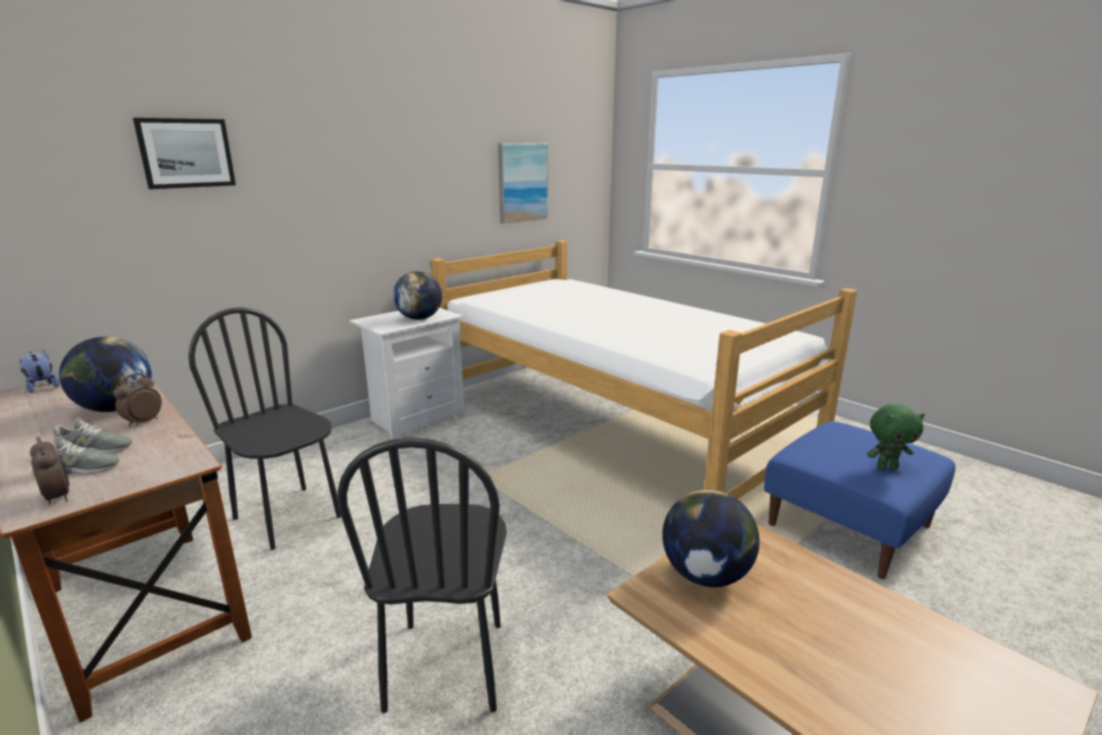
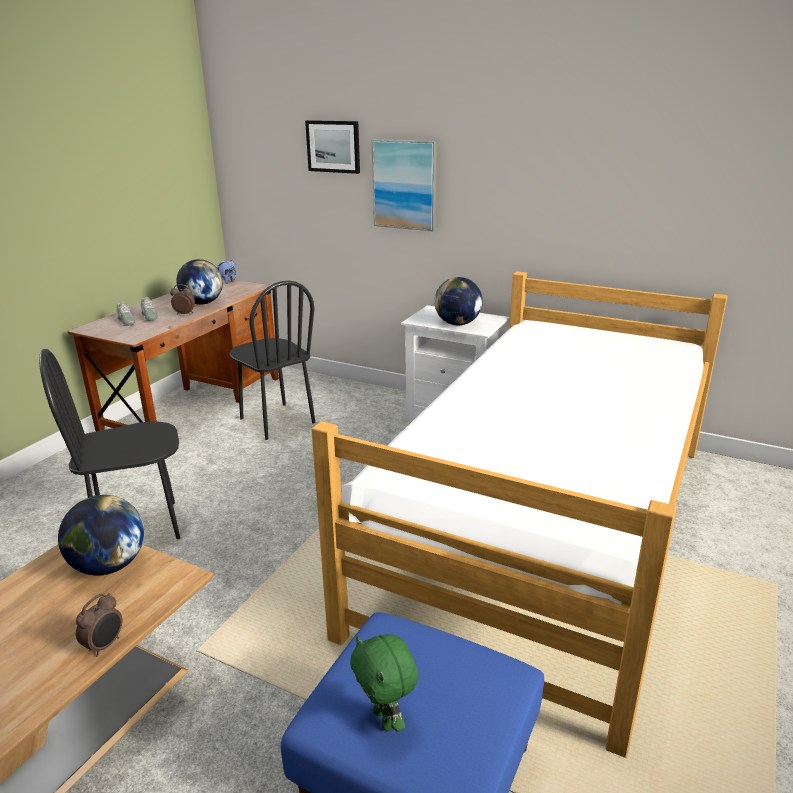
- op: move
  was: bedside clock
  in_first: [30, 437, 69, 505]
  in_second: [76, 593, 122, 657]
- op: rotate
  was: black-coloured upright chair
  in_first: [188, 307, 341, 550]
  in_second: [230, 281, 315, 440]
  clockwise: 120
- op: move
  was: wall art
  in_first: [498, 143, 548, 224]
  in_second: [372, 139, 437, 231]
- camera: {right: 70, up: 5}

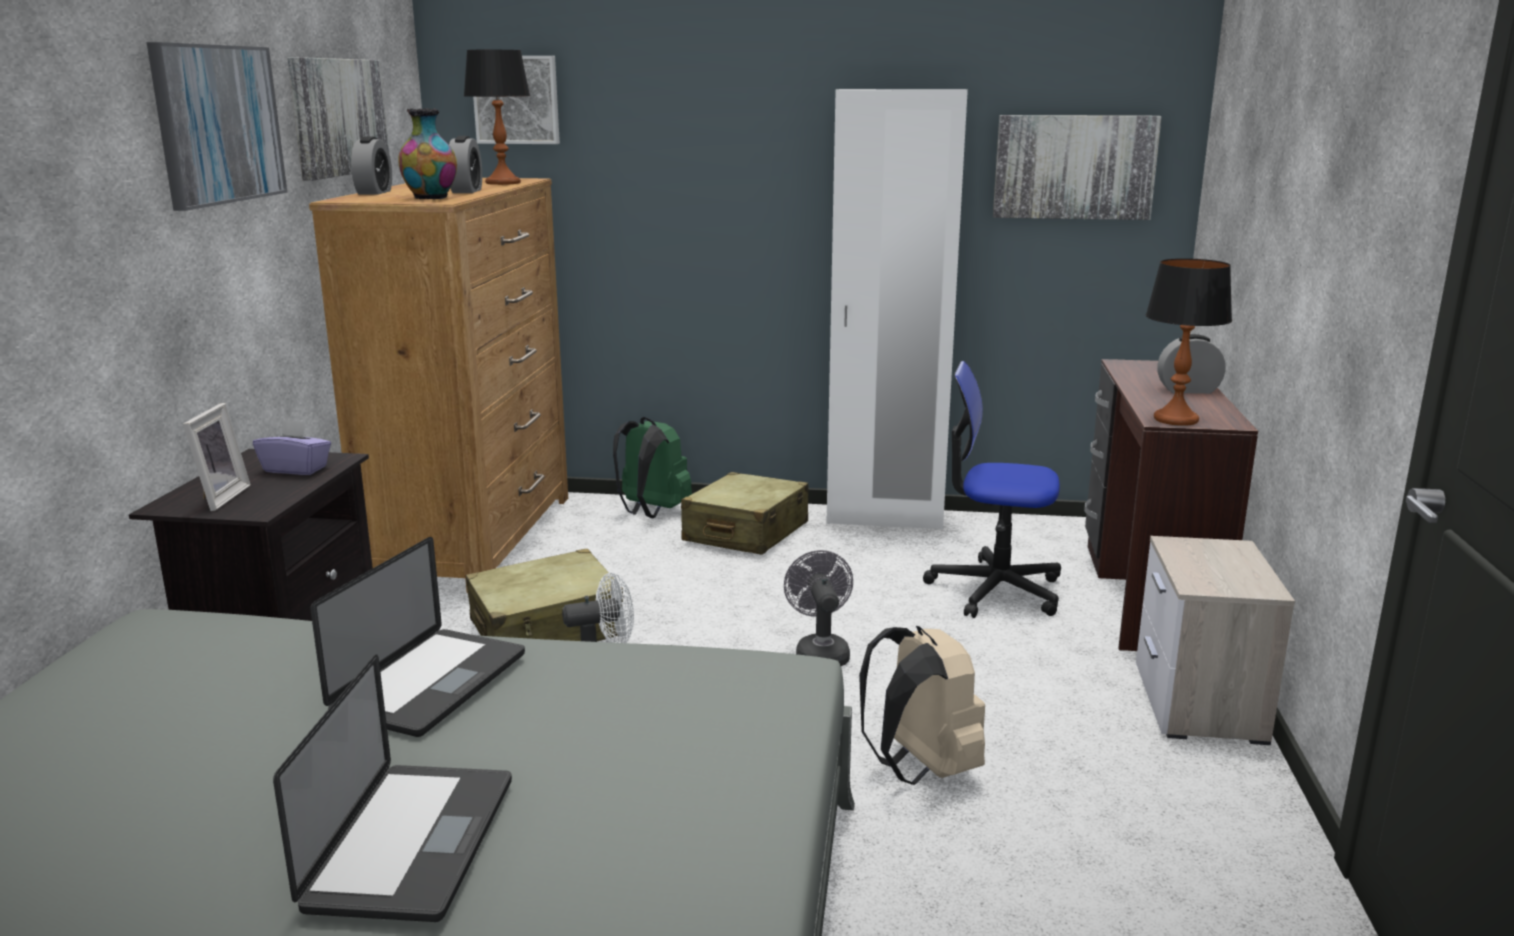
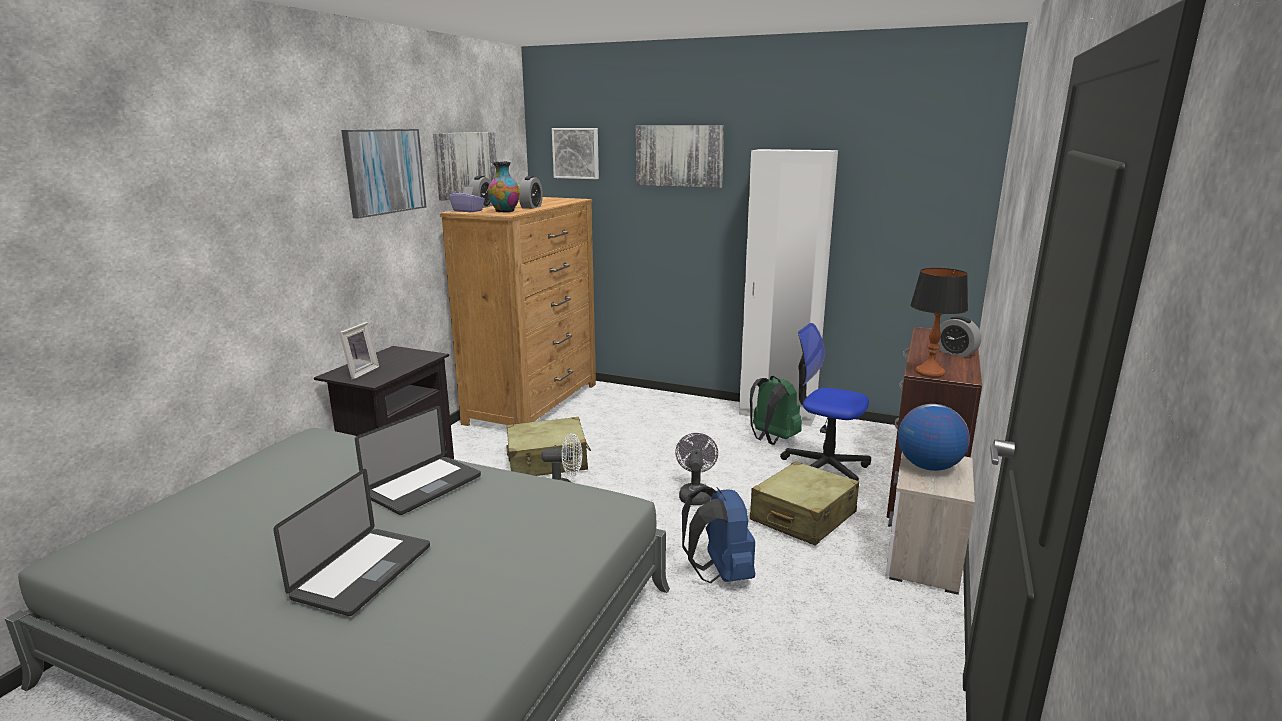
- op: move
  was: purplish tissue box
  in_first: [253, 419, 331, 475]
  in_second: [449, 186, 485, 212]
- op: move
  was: wall art
  in_first: [993, 115, 1162, 220]
  in_second: [636, 126, 724, 188]
- op: recolor
  was: beige-coloured knapsack
  now: blue-coloured knapsack
  in_first: [859, 626, 985, 785]
  in_second: [682, 486, 755, 583]
- op: move
  was: green-coloured knapsack
  in_first: [613, 417, 692, 518]
  in_second: [750, 376, 802, 445]
- op: move
  was: beige-coloured piece of luggage
  in_first: [681, 472, 808, 555]
  in_second: [750, 461, 859, 546]
- op: insert
  now: globe
  in_second: [898, 404, 970, 471]
- op: rotate
  was: bedside clock
  in_first: [1157, 334, 1226, 394]
  in_second: [938, 316, 981, 357]
  clockwise: -150
- op: delete
  was: tabletop lamp
  in_first: [464, 50, 530, 185]
- camera: {right: 15, up: 0}

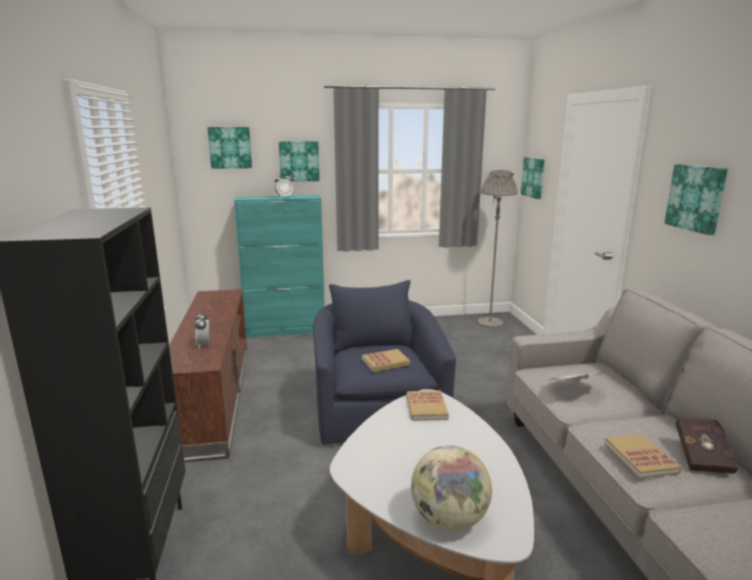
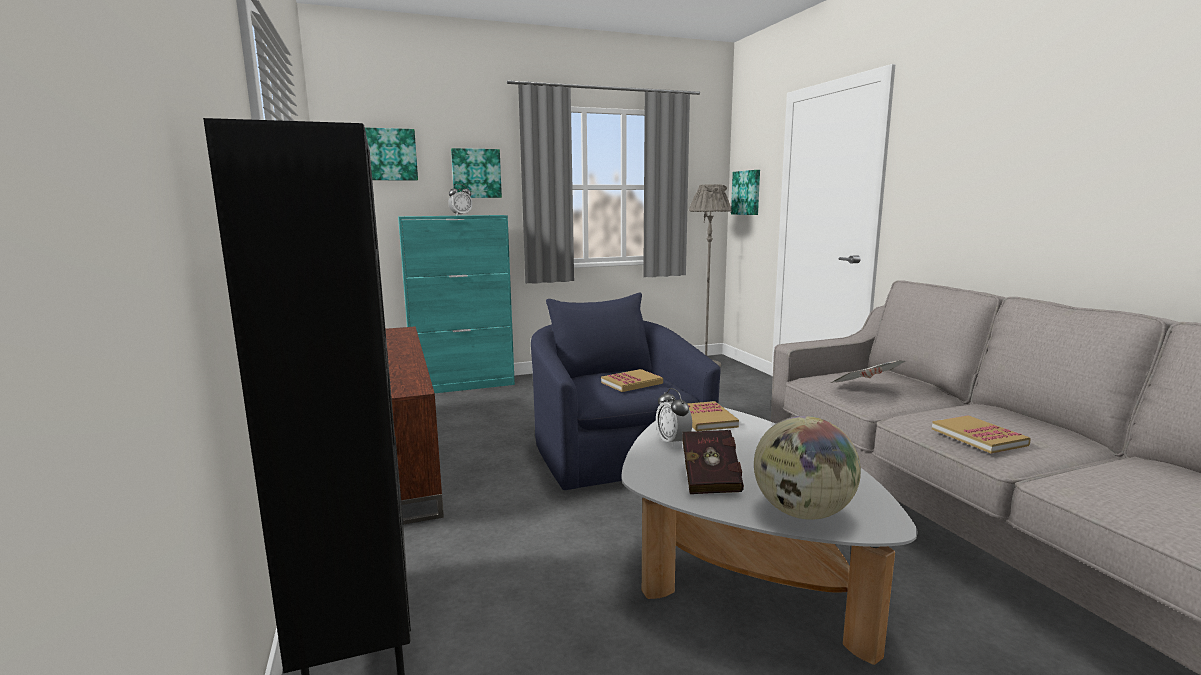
- op: move
  was: bedside clock
  in_first: [194, 311, 210, 348]
  in_second: [656, 388, 692, 448]
- op: move
  was: red-coloured volume
  in_first: [675, 417, 737, 474]
  in_second: [682, 430, 744, 494]
- op: delete
  was: wall art
  in_first: [664, 164, 728, 235]
- camera: {right: -10, up: -5}

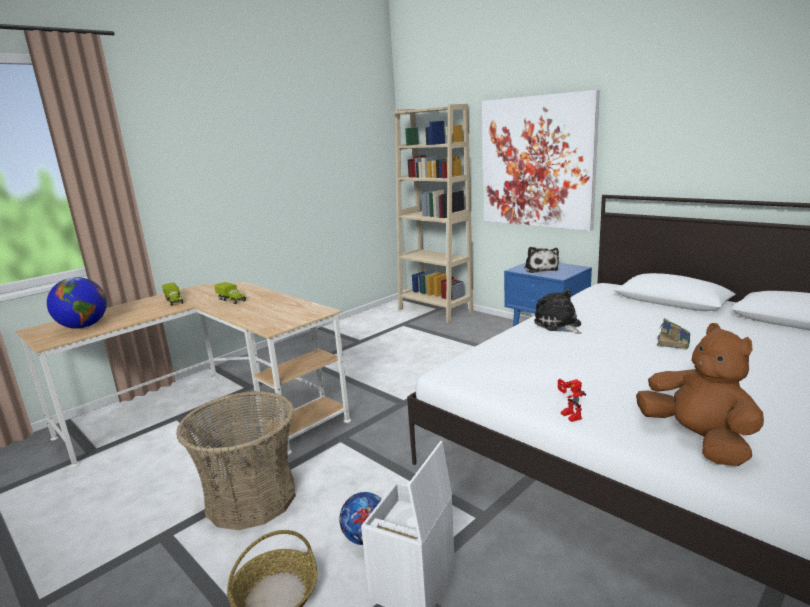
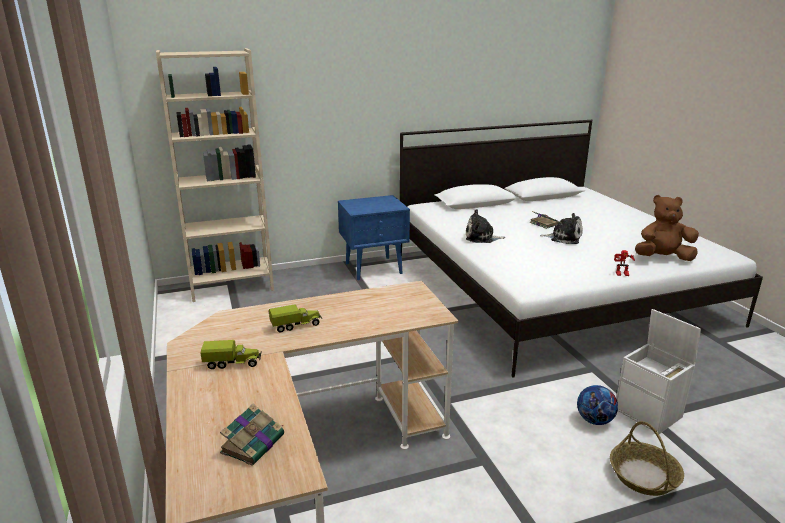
- op: replace
  was: globe
  now: volume
  in_first: [47, 277, 107, 329]
  in_second: [220, 404, 284, 466]
- op: move
  was: cuddly toy
  in_first: [524, 247, 559, 273]
  in_second: [540, 213, 582, 244]
- op: delete
  was: household basket
  in_first: [176, 391, 296, 530]
- op: delete
  was: wall art
  in_first: [482, 90, 600, 231]
- camera: {right: -65, up: 5}

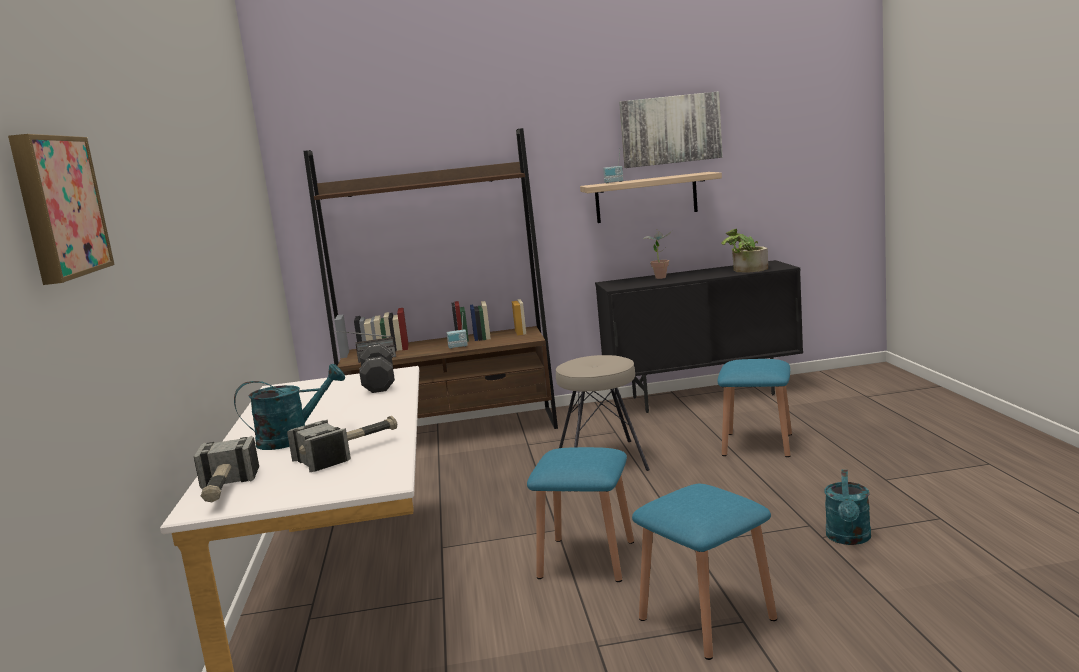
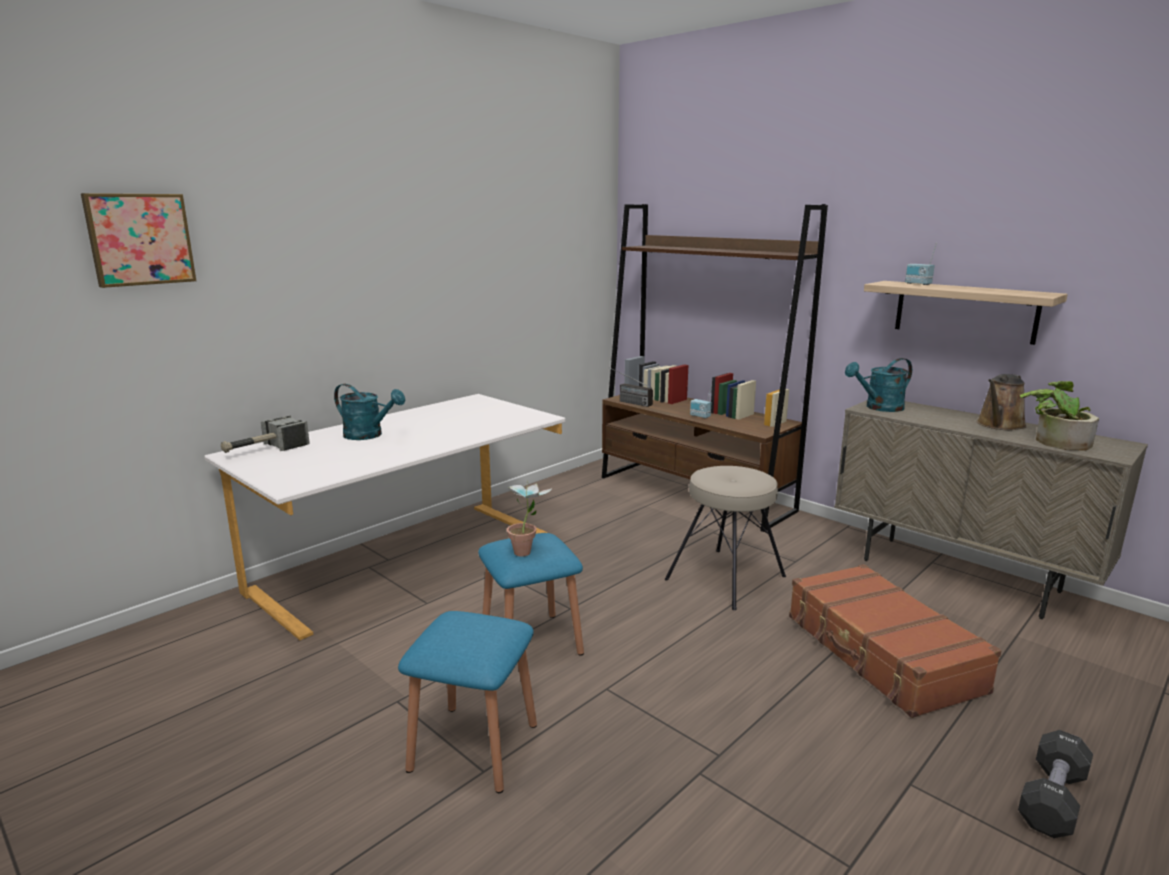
- op: move
  was: potted plant
  in_first: [643, 229, 672, 279]
  in_second: [507, 481, 552, 557]
- op: replace
  was: blue-coloured sitting stool
  now: brownish piece of luggage
  in_first: [717, 359, 792, 457]
  in_second: [789, 564, 1002, 718]
- op: recolor
  was: black-coloured storage cabinet
  now: beige-coloured storage cabinet
  in_first: [595, 260, 803, 413]
  in_second: [834, 400, 1148, 619]
- op: move
  was: turquoise-coloured sprinkling can
  in_first: [824, 470, 871, 545]
  in_second: [845, 358, 912, 412]
- op: insert
  now: brownish sprinkling can
  in_second: [976, 374, 1027, 430]
- op: move
  was: black-coloured dumbbell
  in_first: [359, 343, 395, 393]
  in_second: [1018, 730, 1093, 838]
- op: delete
  was: tool hammer
  in_first: [287, 416, 397, 472]
- op: delete
  was: wall art
  in_first: [619, 91, 723, 168]
- camera: {right: 50, up: 5}

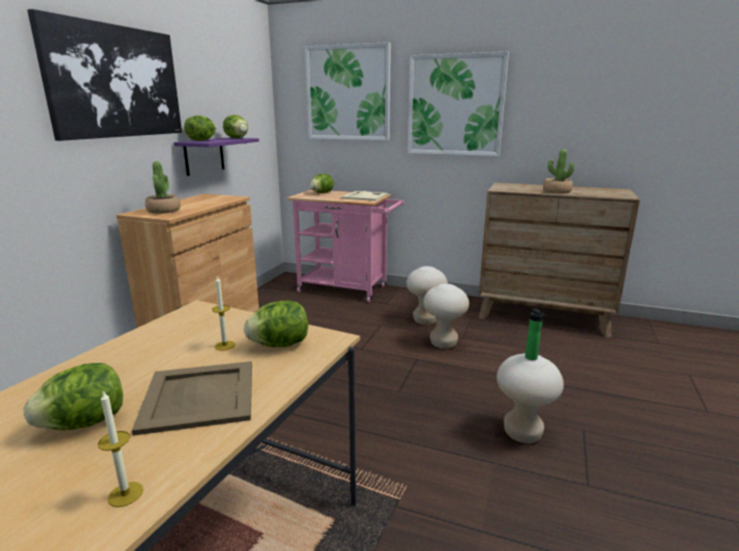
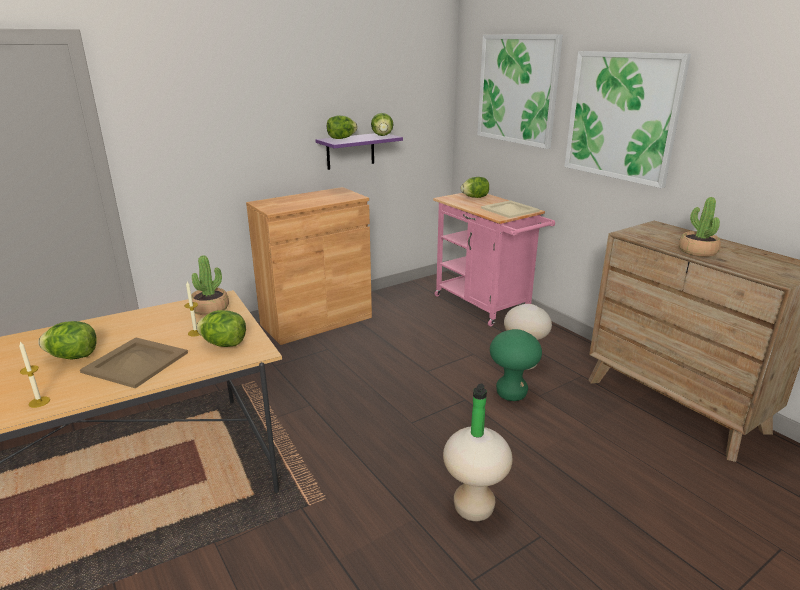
- op: move
  was: potted plant
  in_first: [145, 161, 181, 214]
  in_second: [191, 255, 229, 315]
- op: recolor
  was: beige-coloured sitting stool
  now: green-coloured sitting stool
  in_first: [423, 284, 469, 349]
  in_second: [490, 329, 542, 401]
- op: delete
  was: wall art
  in_first: [27, 9, 182, 141]
- camera: {right: 35, up: 5}

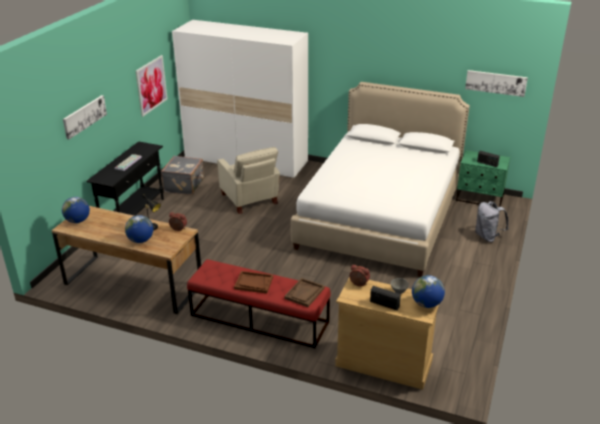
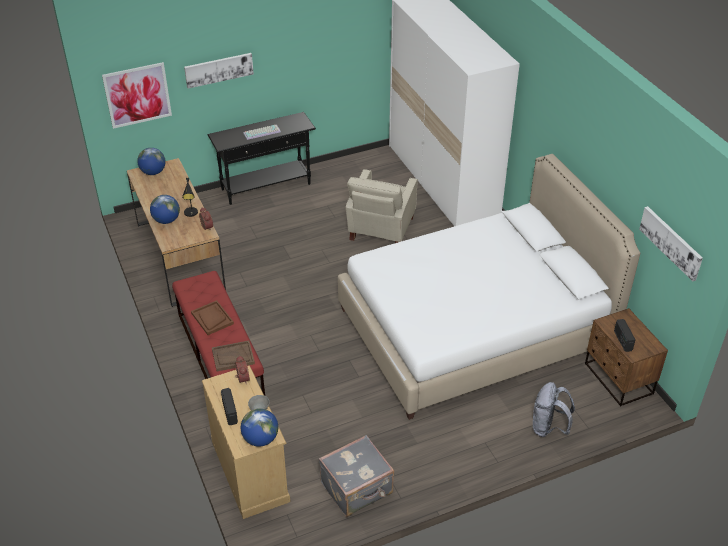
- op: move
  was: wall art
  in_first: [136, 55, 168, 117]
  in_second: [102, 62, 172, 129]
- op: move
  was: greyish piece of luggage
  in_first: [161, 156, 204, 195]
  in_second: [319, 435, 394, 517]
- op: recolor
  was: green-coloured nightstand
  now: brownish nightstand
  in_first: [456, 150, 510, 207]
  in_second: [585, 308, 668, 407]
- camera: {right: 45, up: 10}

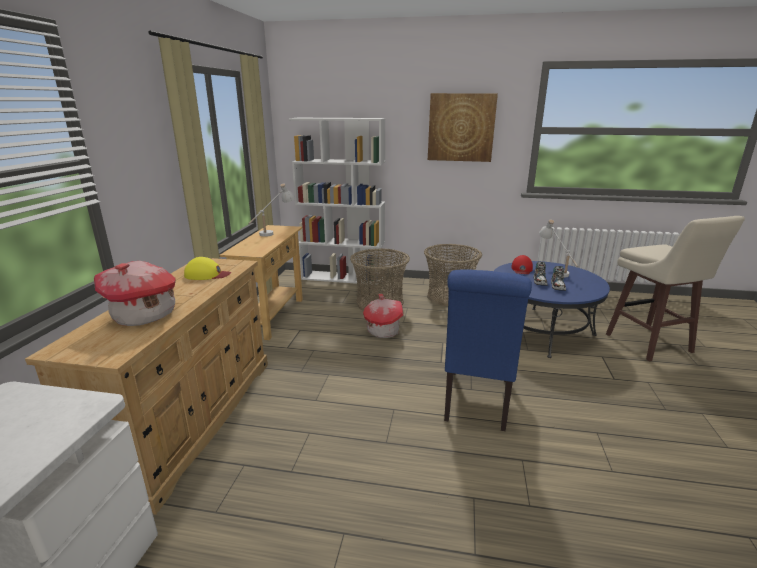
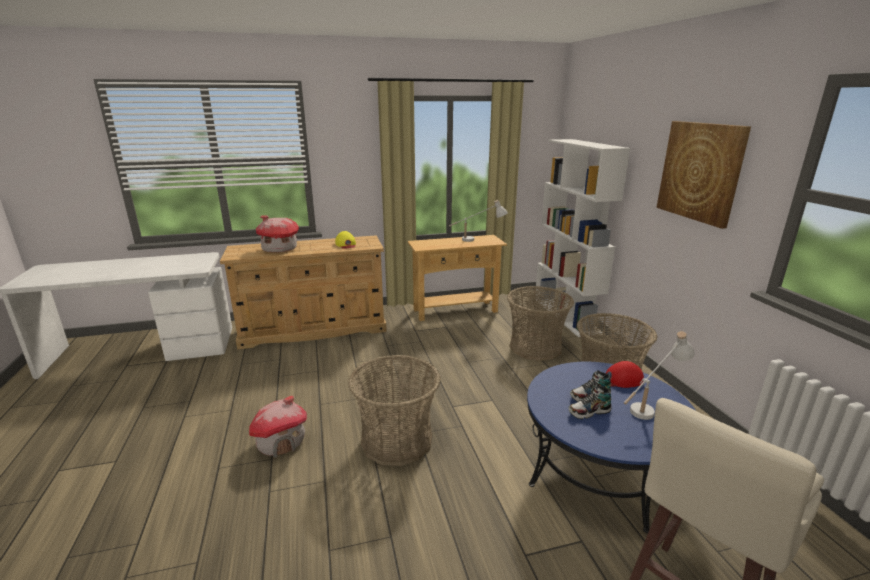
- op: move
  was: toy house
  in_first: [363, 294, 404, 338]
  in_second: [249, 396, 307, 458]
- op: replace
  was: blue-coloured upright chair
  now: household basket
  in_first: [444, 269, 532, 431]
  in_second: [348, 355, 440, 466]
- camera: {right: 65, up: 0}

